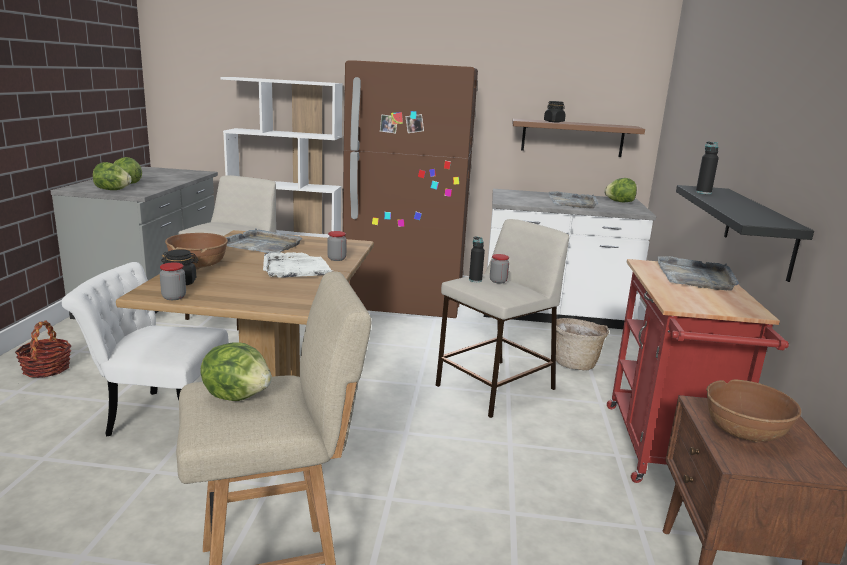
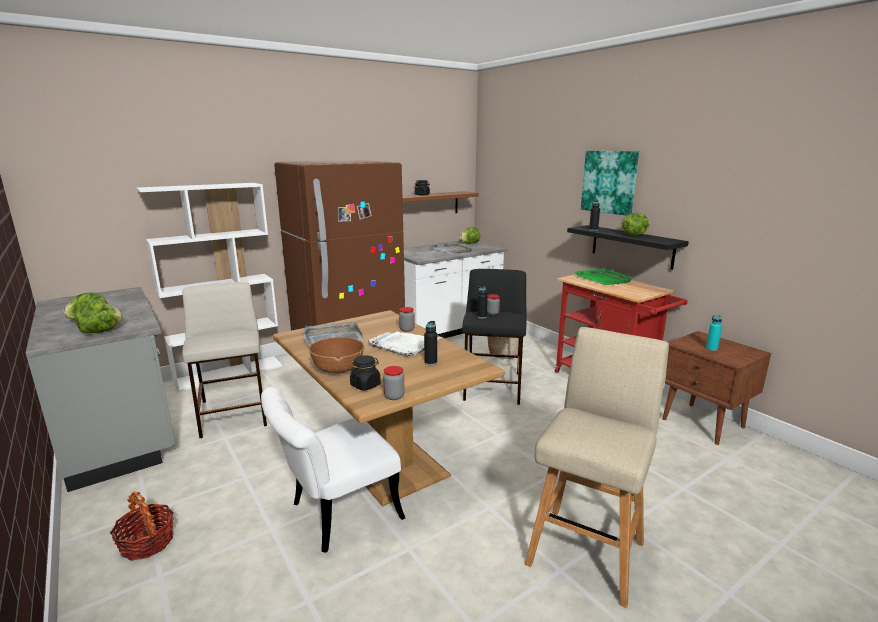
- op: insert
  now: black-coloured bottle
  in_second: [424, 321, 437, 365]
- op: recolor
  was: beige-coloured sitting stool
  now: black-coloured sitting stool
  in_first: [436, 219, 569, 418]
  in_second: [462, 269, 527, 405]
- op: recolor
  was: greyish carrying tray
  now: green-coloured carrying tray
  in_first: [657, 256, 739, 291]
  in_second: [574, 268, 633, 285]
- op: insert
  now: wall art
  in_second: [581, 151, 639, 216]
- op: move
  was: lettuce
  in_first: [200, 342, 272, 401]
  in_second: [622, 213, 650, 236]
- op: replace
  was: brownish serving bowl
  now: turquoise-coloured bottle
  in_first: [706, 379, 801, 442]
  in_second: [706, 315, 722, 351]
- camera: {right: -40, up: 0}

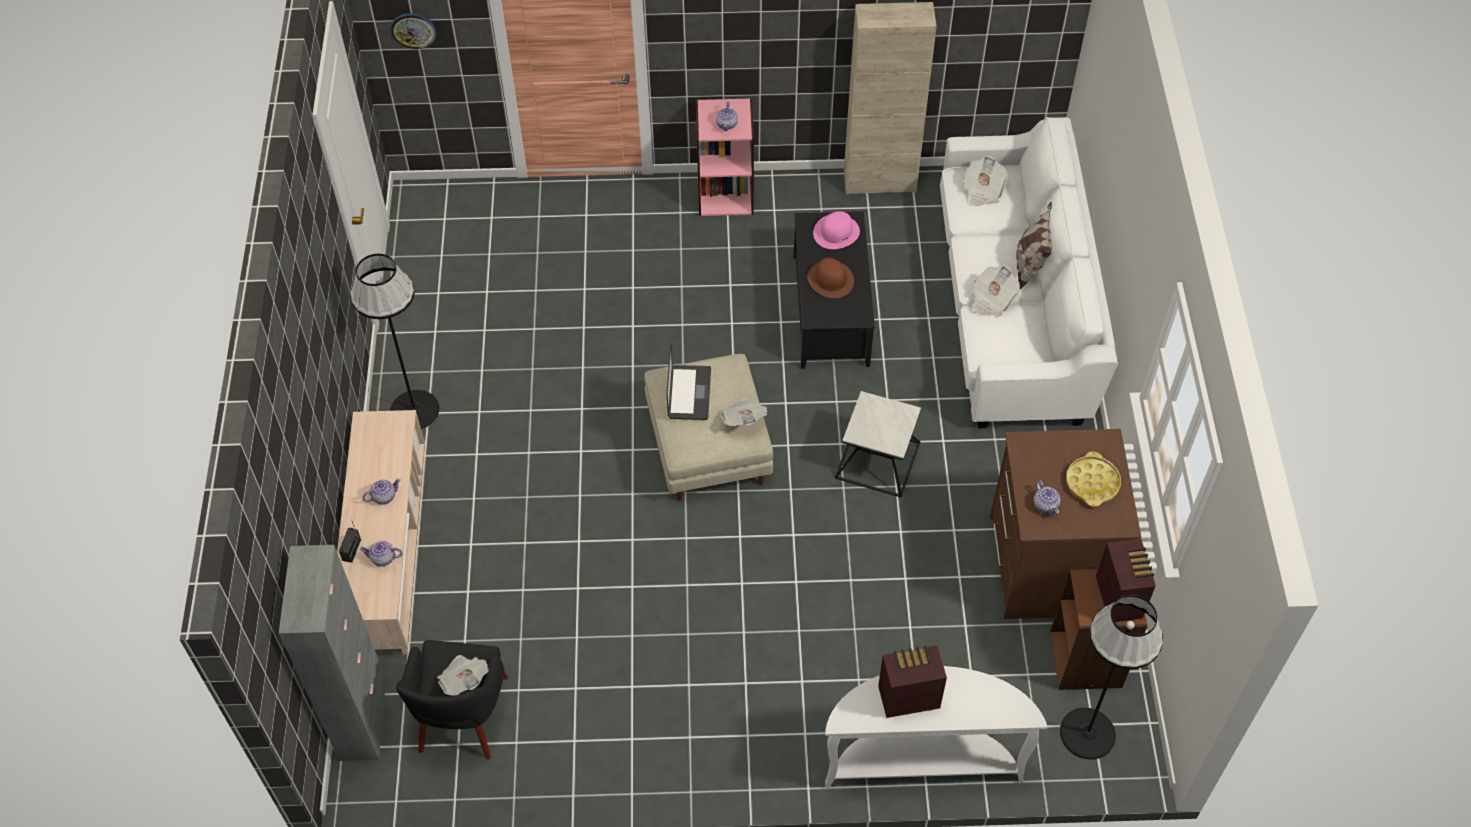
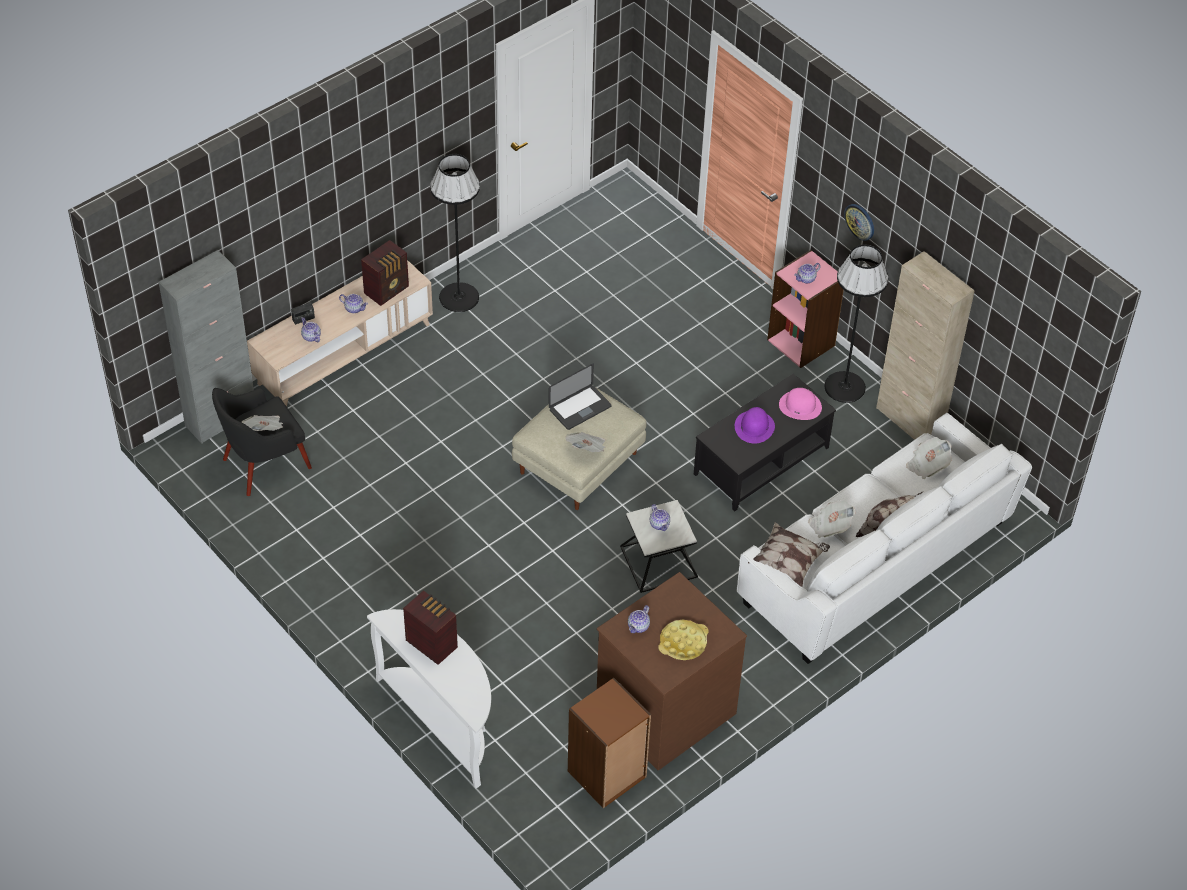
- op: move
  was: radio set
  in_first: [1096, 539, 1156, 622]
  in_second: [361, 240, 409, 306]
- op: insert
  now: pot for tea
  in_second: [650, 504, 670, 531]
- op: recolor
  was: brownish hat
  now: purplish hat
  in_first: [807, 258, 854, 298]
  in_second: [735, 407, 775, 444]
- op: insert
  now: throw pillow
  in_second: [748, 522, 830, 587]
- op: move
  was: black-coloured standing lamp
  in_first: [1060, 595, 1163, 759]
  in_second: [824, 244, 889, 403]
- op: move
  was: clock on the wall
  in_first: [390, 13, 436, 49]
  in_second: [844, 204, 874, 241]
- camera: {right: 50, up: -5}

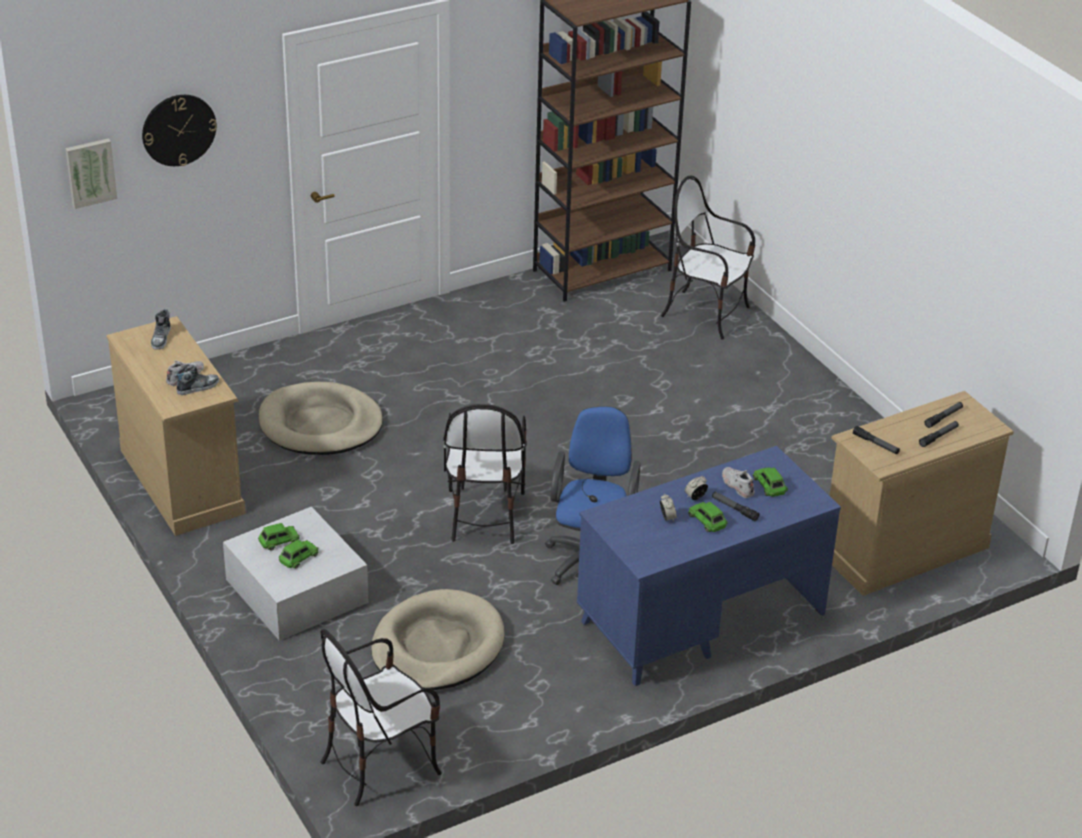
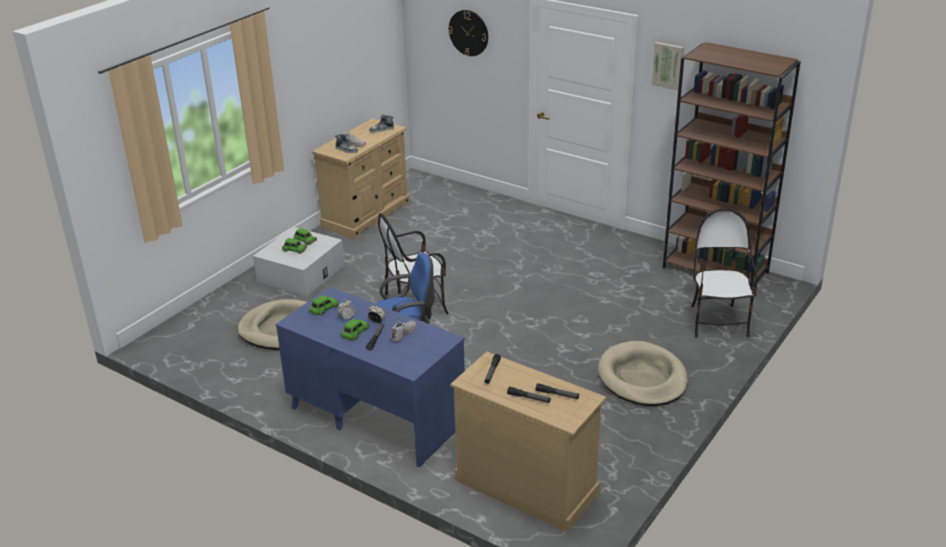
- op: move
  was: green-coloured miniature car
  in_first: [753, 467, 788, 497]
  in_second: [309, 295, 339, 316]
- op: move
  was: beige-coloured pet bed
  in_first: [259, 382, 383, 455]
  in_second: [598, 341, 688, 406]
- op: move
  was: wall art
  in_first: [65, 138, 117, 209]
  in_second: [652, 42, 684, 90]
- op: delete
  was: upright chair
  in_first: [321, 629, 442, 806]
- camera: {right: 65, up: -5}

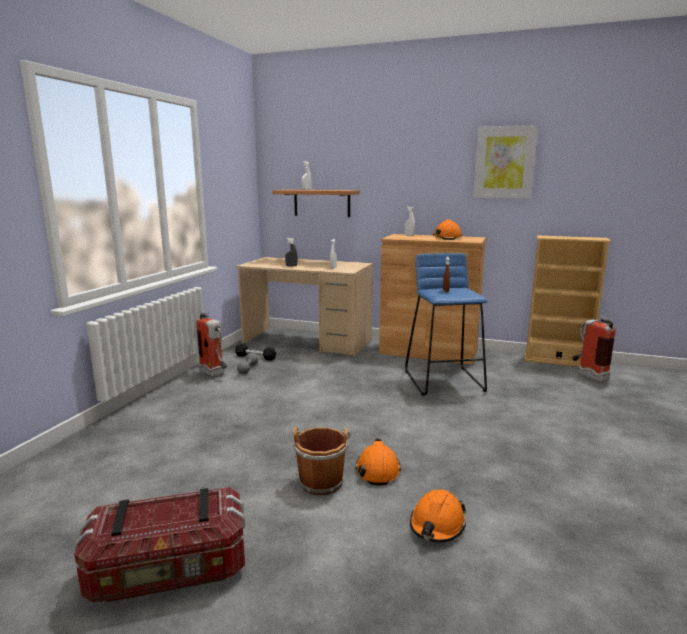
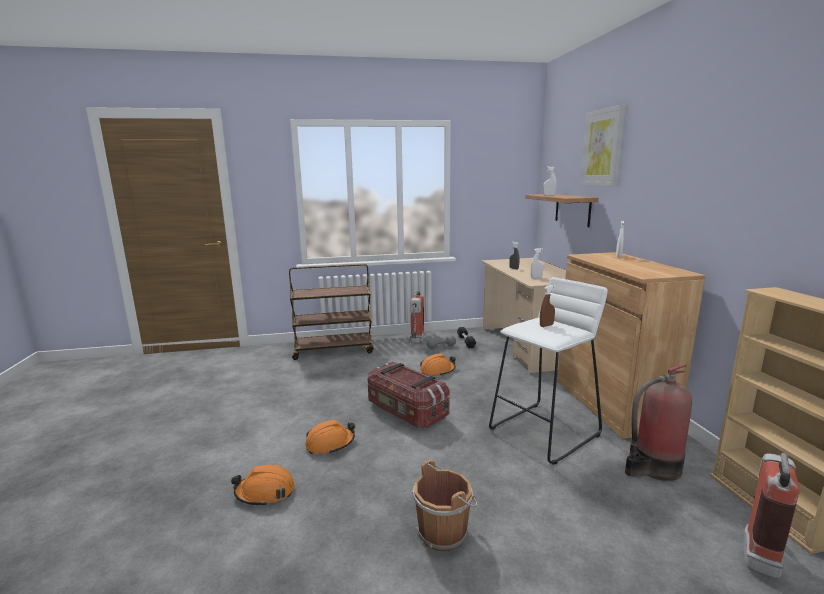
- op: insert
  now: brownish cart
  in_second: [289, 264, 374, 360]
- op: move
  was: storage box
  in_first: [74, 487, 245, 602]
  in_second: [367, 361, 450, 428]
- op: move
  was: brownish bucket
  in_first: [292, 427, 350, 495]
  in_second: [411, 460, 477, 551]
- op: move
  was: orange safety helmet
  in_first: [433, 219, 462, 240]
  in_second: [420, 353, 456, 376]
- op: recolor
  was: blue-coloured sitting stool
  now: white sitting stool
  in_first: [405, 253, 488, 396]
  in_second: [489, 277, 608, 465]
- op: move
  was: wall art
  in_first: [473, 125, 538, 199]
  in_second: [580, 105, 626, 187]
- op: insert
  now: extinguisher
  in_second: [625, 364, 692, 481]
- camera: {right: 60, up: 0}

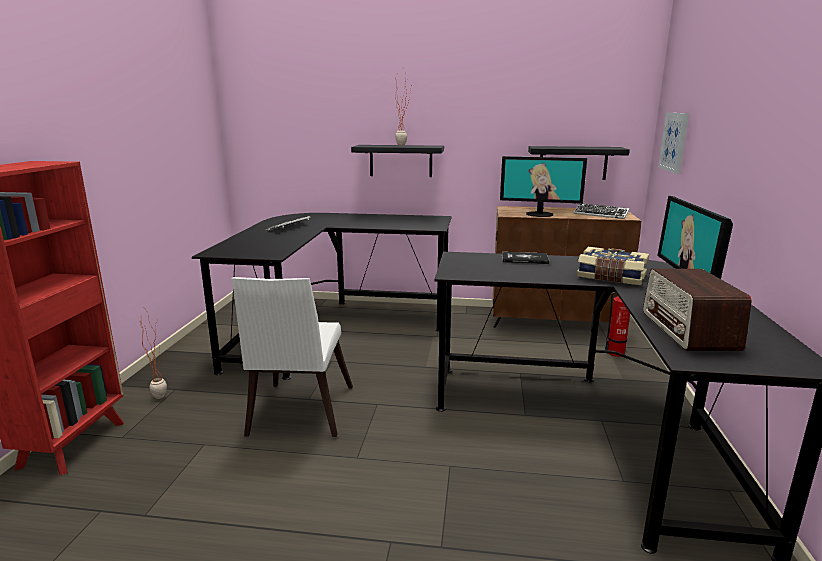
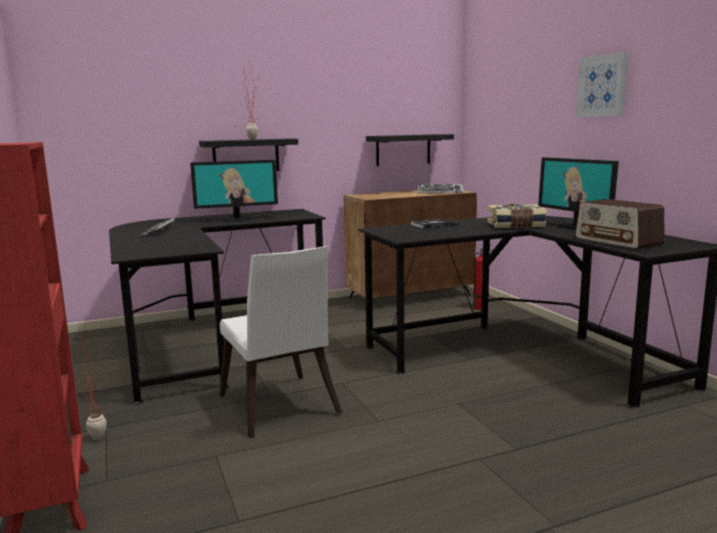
- op: move
  was: computer screen
  in_first: [500, 156, 587, 217]
  in_second: [190, 160, 278, 222]
- op: move
  was: wall art
  in_first: [658, 113, 689, 174]
  in_second: [576, 52, 628, 117]
- camera: {right: -30, up: -5}

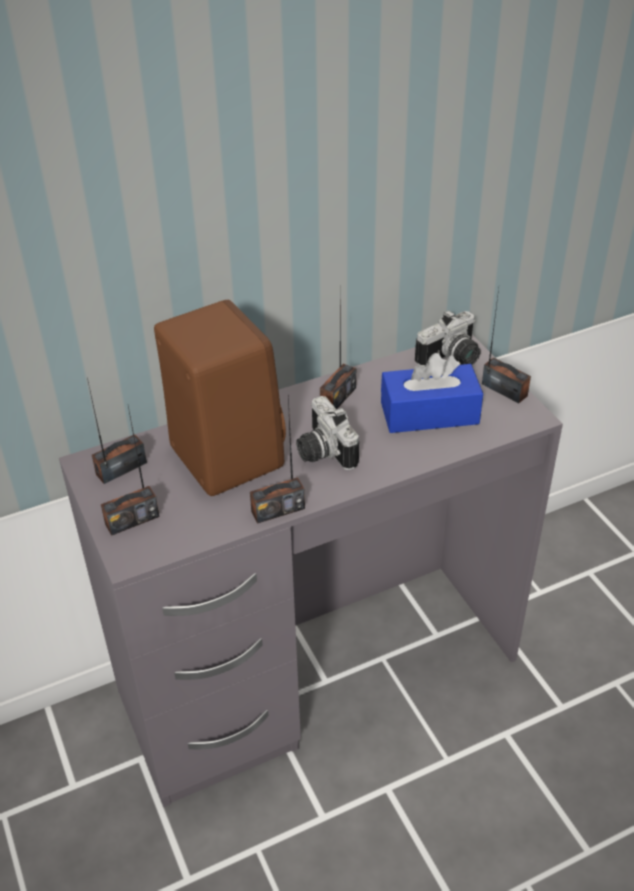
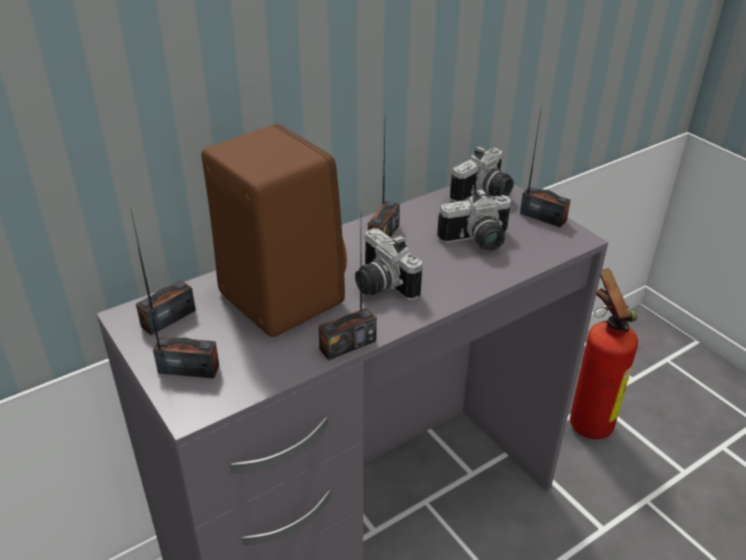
- op: rotate
  was: radio set
  in_first: [101, 406, 160, 536]
  in_second: [138, 248, 219, 379]
  clockwise: -135
- op: replace
  was: blue-coloured tissue box
  now: still camera
  in_first: [381, 353, 483, 433]
  in_second: [437, 188, 511, 251]
- op: insert
  now: extinguisher
  in_second: [570, 268, 638, 440]
- camera: {right: -10, up: -5}

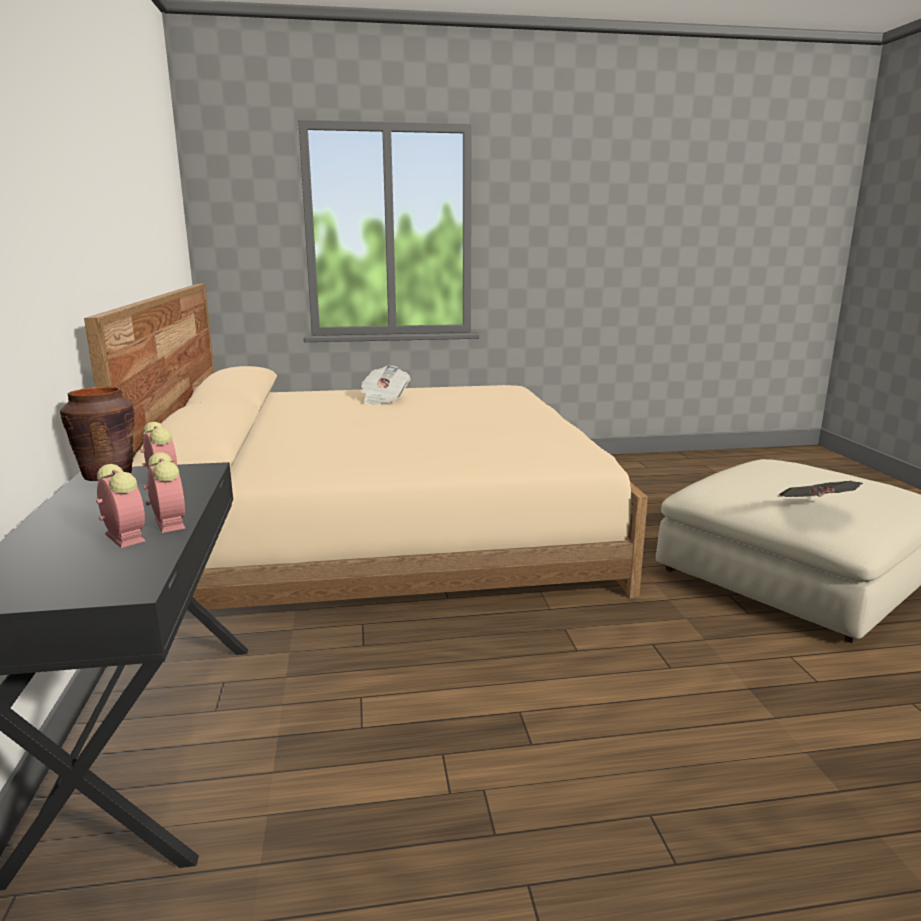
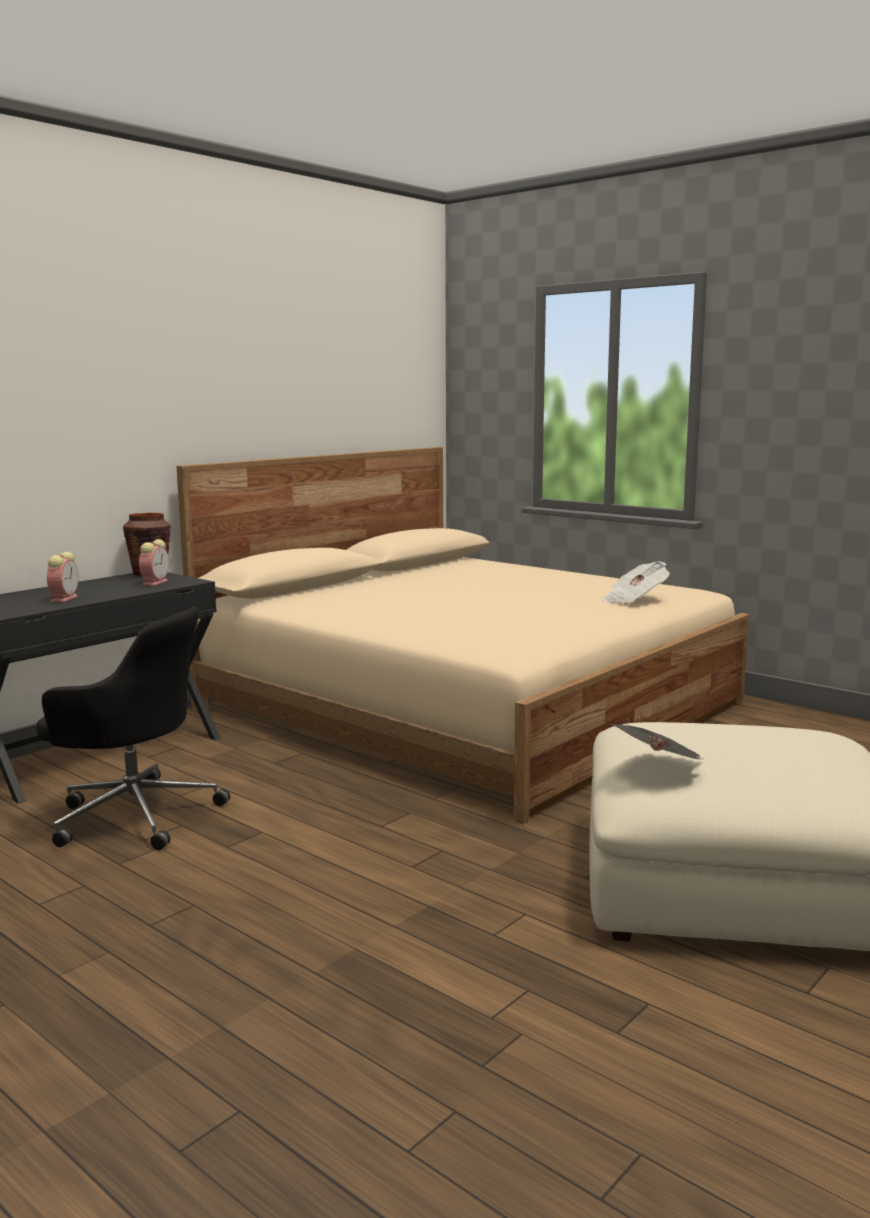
- op: insert
  now: black-coloured office chair
  in_second: [36, 607, 230, 850]
- op: move
  was: daily paper
  in_first: [361, 365, 411, 405]
  in_second: [602, 561, 670, 603]
- op: delete
  was: bedside clock
  in_first: [143, 452, 186, 533]
- camera: {right: 50, up: -5}

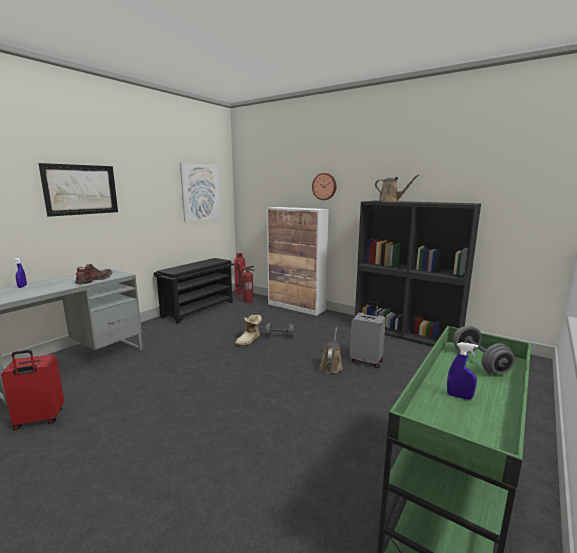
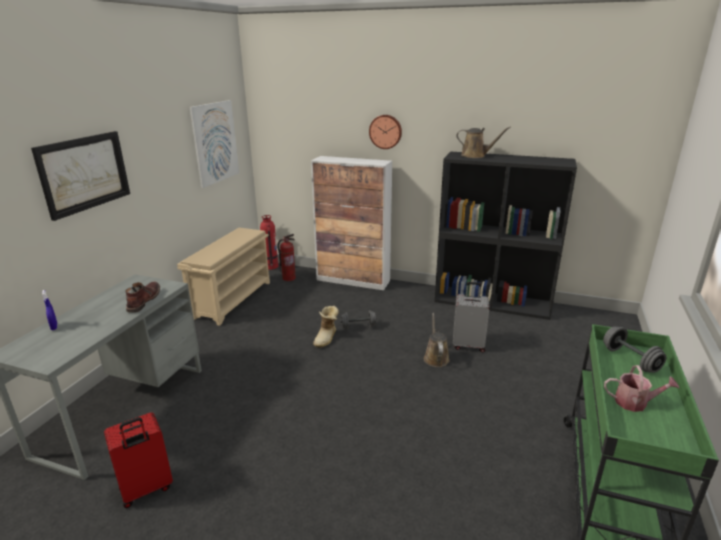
- op: recolor
  was: black-coloured shoe rack
  now: beige-coloured shoe rack
  in_first: [154, 258, 234, 324]
  in_second: [177, 228, 270, 326]
- op: replace
  was: blue-coloured spray bottle
  now: sprinkling can
  in_first: [447, 342, 478, 400]
  in_second: [604, 365, 679, 412]
- camera: {right: -15, up: 10}

